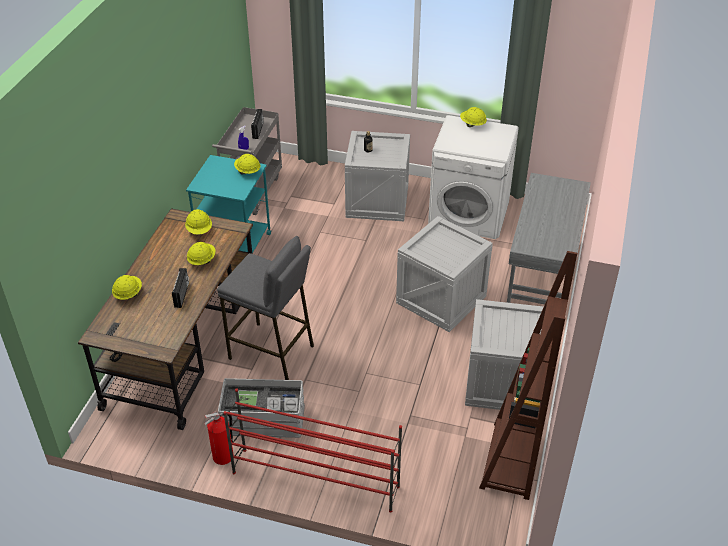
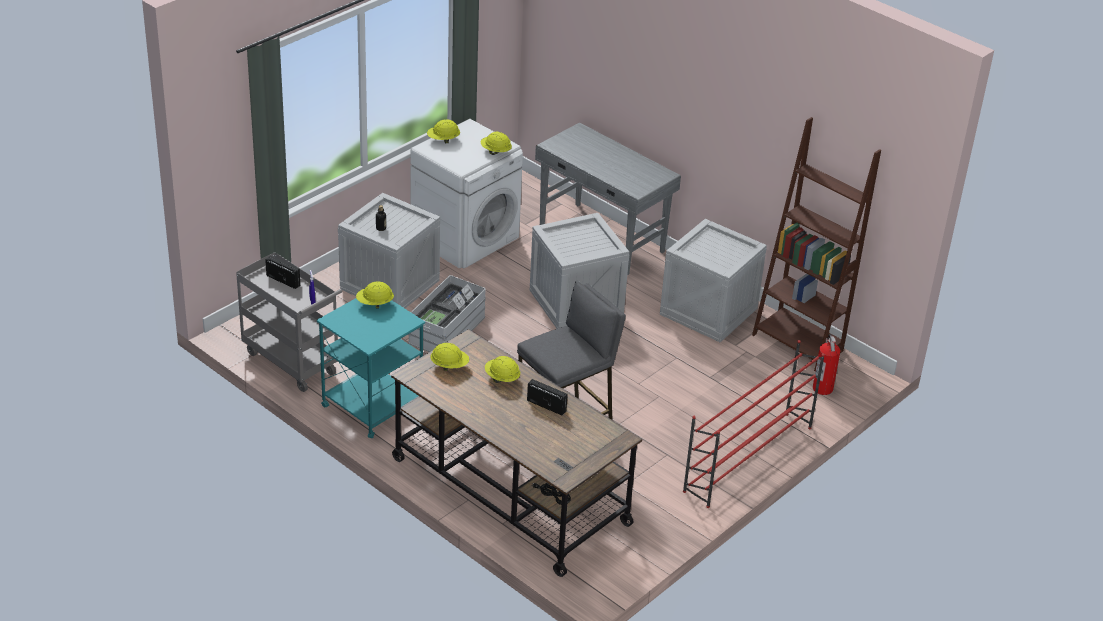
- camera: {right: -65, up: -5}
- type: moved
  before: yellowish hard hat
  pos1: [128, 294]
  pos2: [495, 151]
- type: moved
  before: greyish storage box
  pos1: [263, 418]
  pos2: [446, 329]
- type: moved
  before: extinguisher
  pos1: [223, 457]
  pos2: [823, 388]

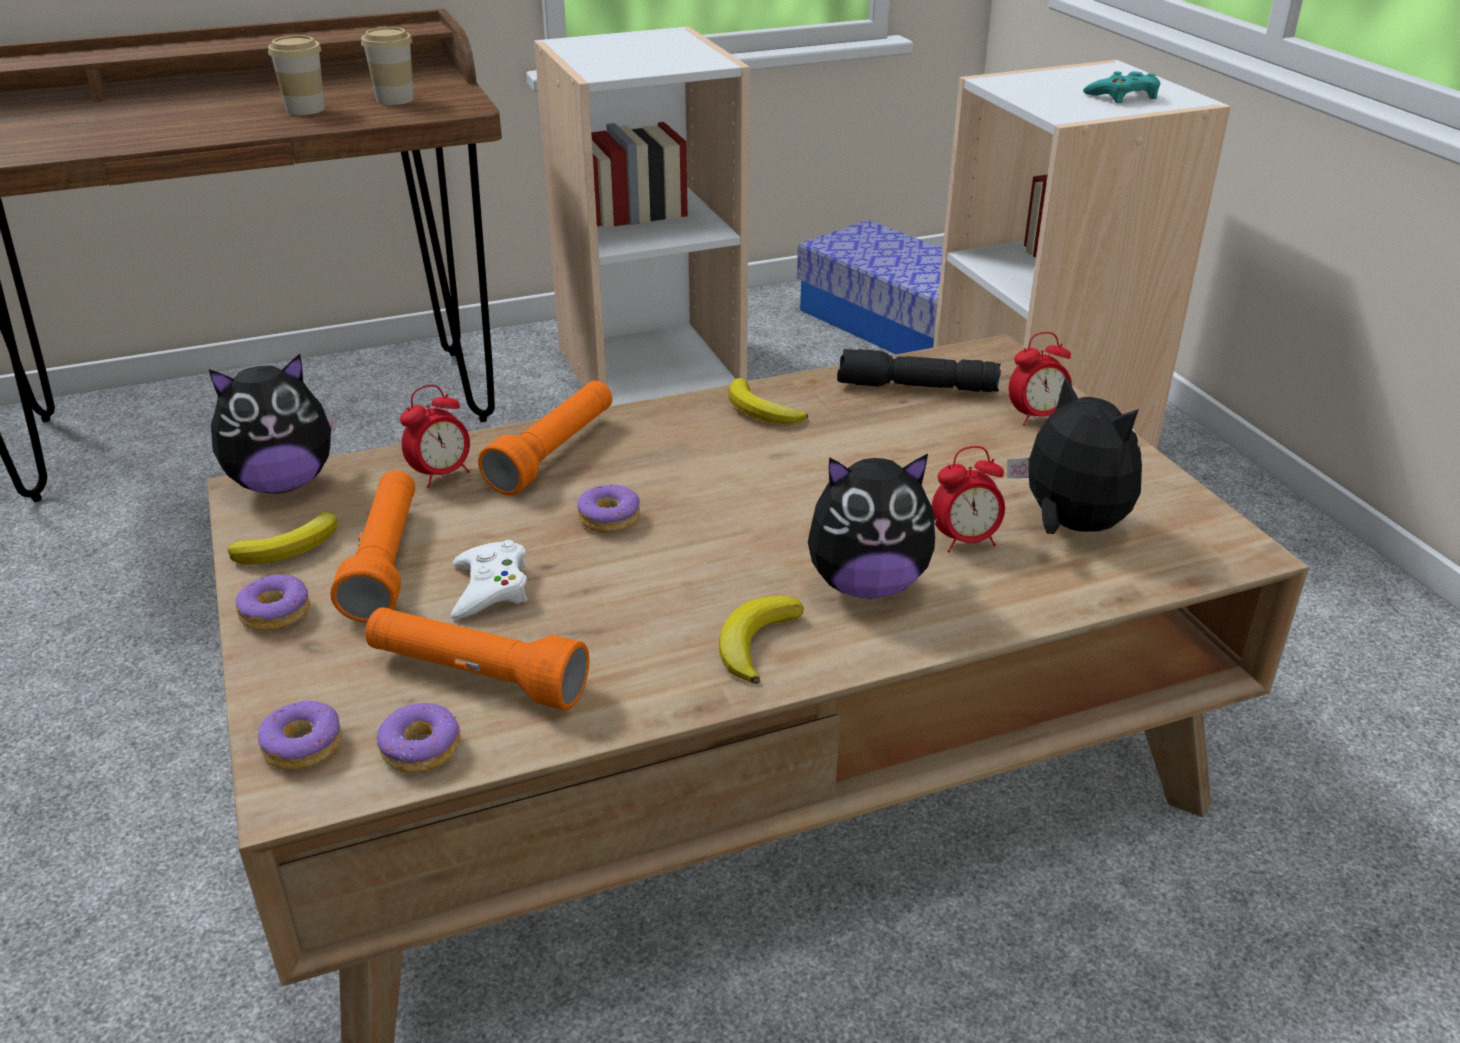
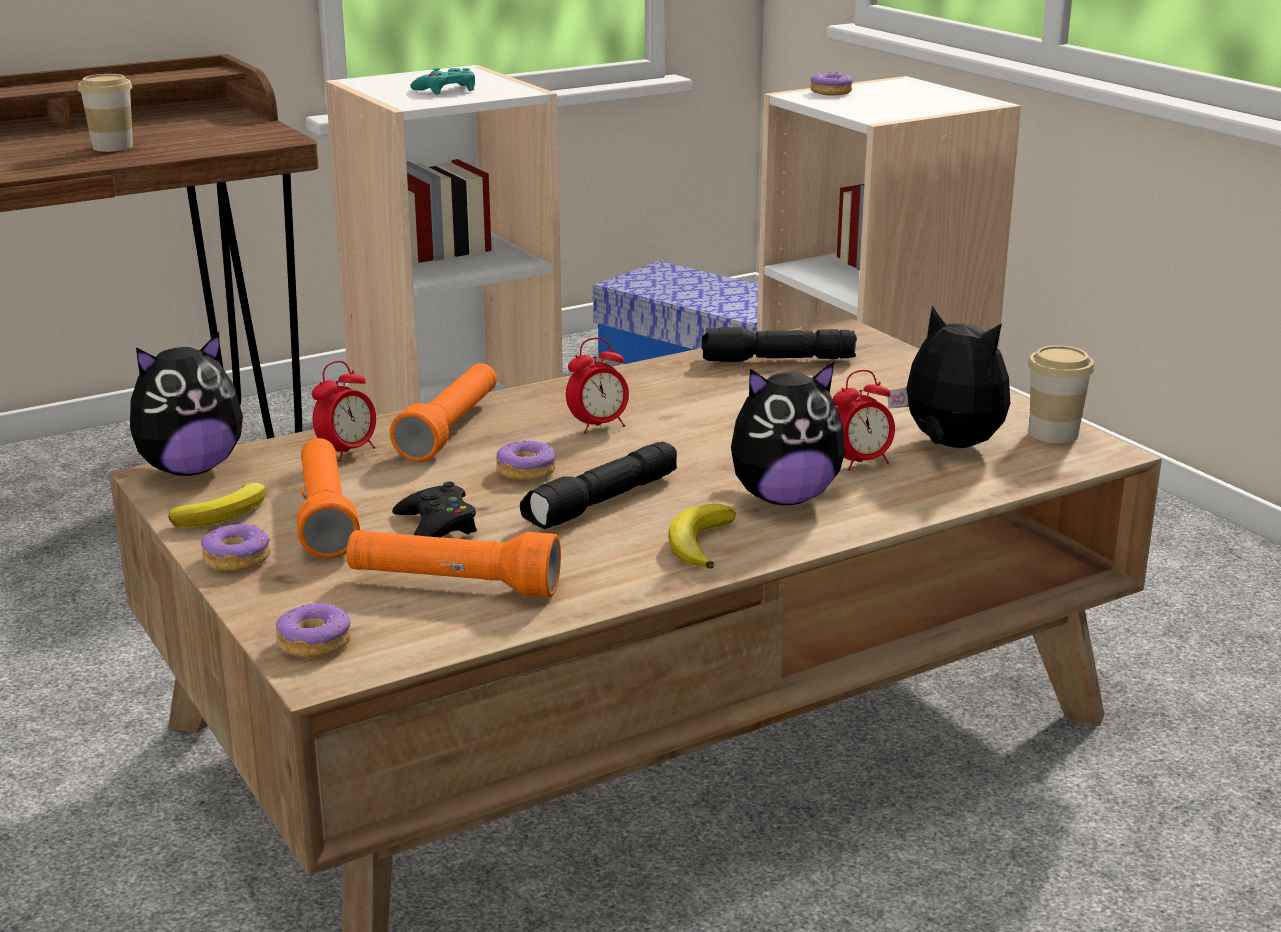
- camera: {right: -10, up: -10}
- type: moved
  before: cup
  pos1: [395, 99]
  pos2: [1053, 434]
- type: moved
  before: turquoise-coloured game controller
  pos1: [1123, 96]
  pos2: [446, 90]
- type: moved
  before: alarm clock
  pos1: [1036, 417]
  pos2: [598, 426]
- type: removed
  before: whole banana
  pos1: [761, 411]
- type: recoloured
  before: white-coloured game controller
  after: blackish game controller
  pos1: [490, 588]
  pos2: [436, 526]
- type: moved
  before: donut
  pos1: [422, 749]
  pos2: [831, 92]
- type: added
  after: blackish hand torch
  pos2: [603, 503]

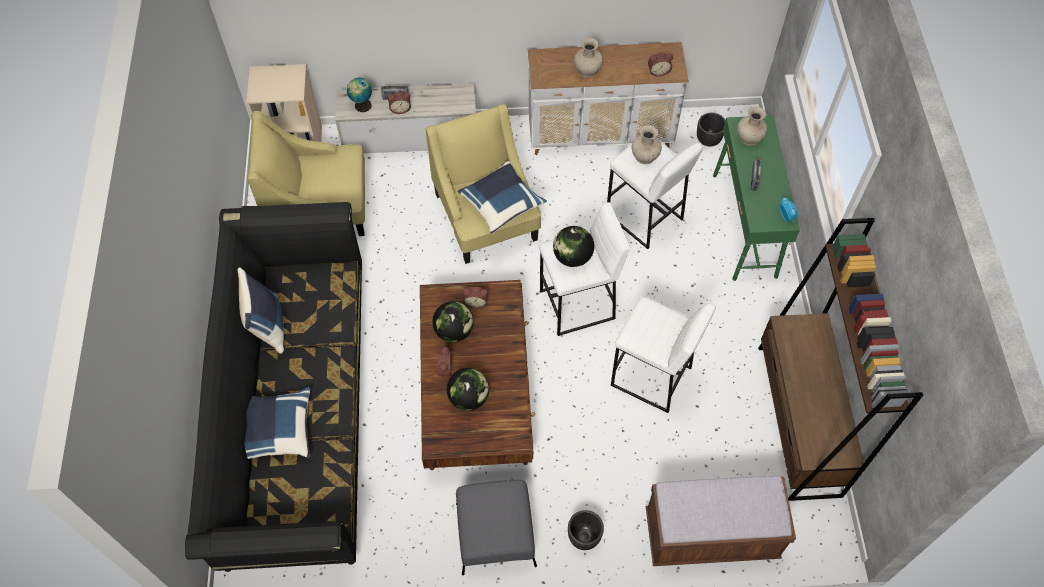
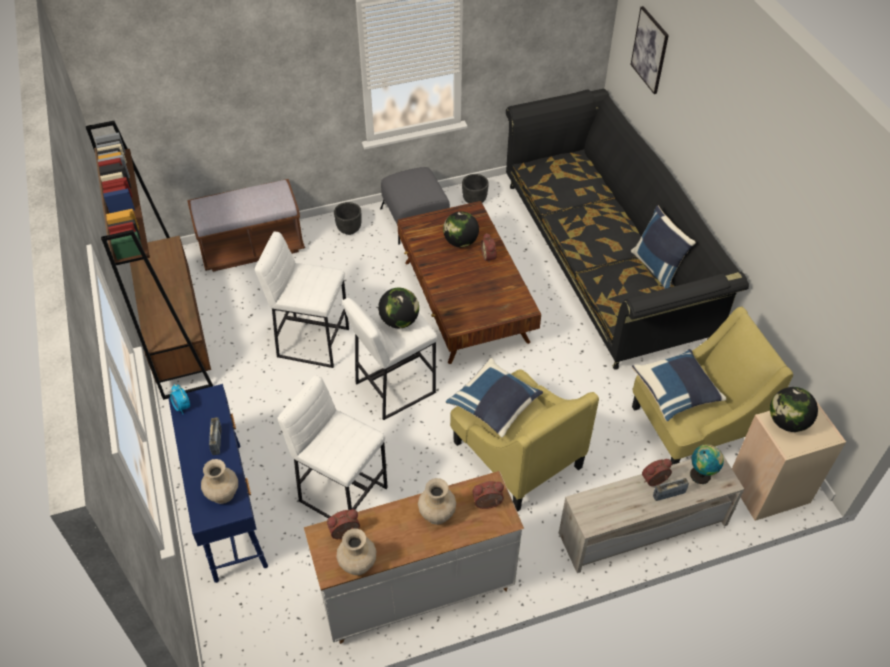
- camera: {right: 165, up: -10}
- type: moved
  before: blackish plant pot
  pos1: [708, 140]
  pos2: [474, 200]
- type: recoloured
  before: green console table
  after: blue console table
  pos1: [743, 225]
  pos2: [229, 510]
- type: moved
  before: sand-coloured flower vase
  pos1: [644, 156]
  pos2: [358, 562]
- type: moved
  before: alarm clock
  pos1: [476, 302]
  pos2: [488, 504]
- type: moved
  before: world globe
  pos1: [454, 331]
  pos2: [787, 422]
- type: moved
  before: blue cushion
  pos1: [277, 430]
  pos2: [676, 392]
- type: added
  after: picture
  pos2: [650, 50]

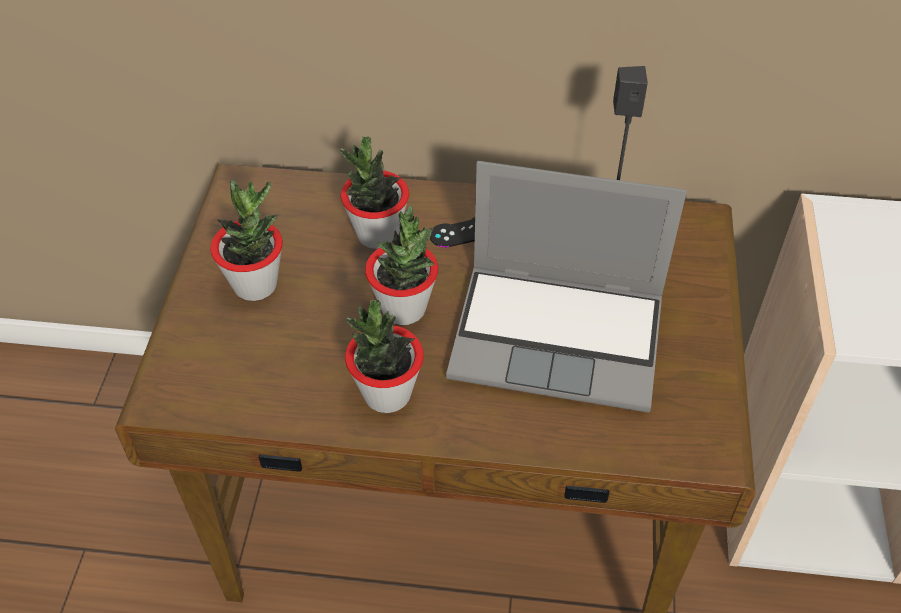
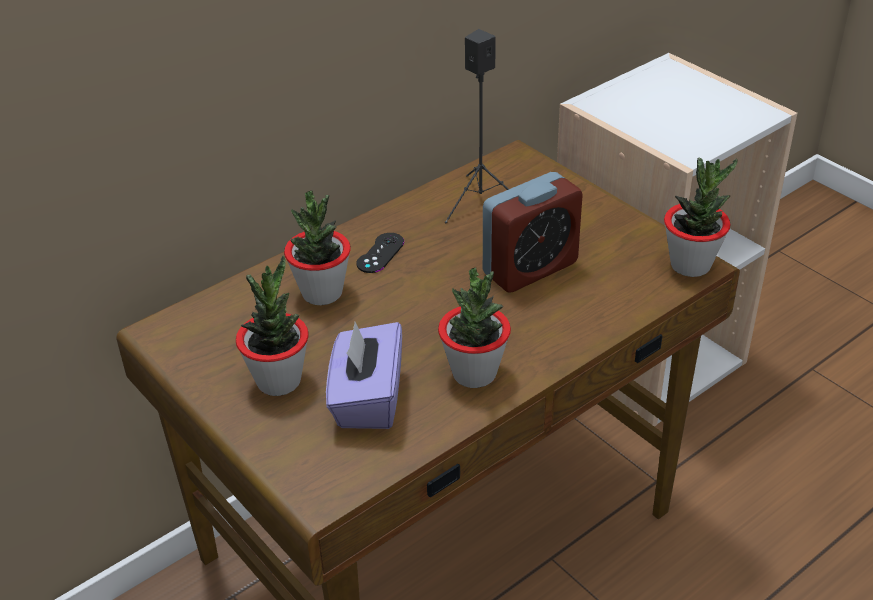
- camera: {right: -45, up: -10}
- type: replaced
  before: portable computer
  after: alarm clock
  pos1: [560, 337]
  pos2: [530, 268]
- type: moved
  before: potted plant
  pos1: [404, 308]
  pos2: [691, 265]
- type: added
  after: purplish tissue box
  pos2: [367, 399]

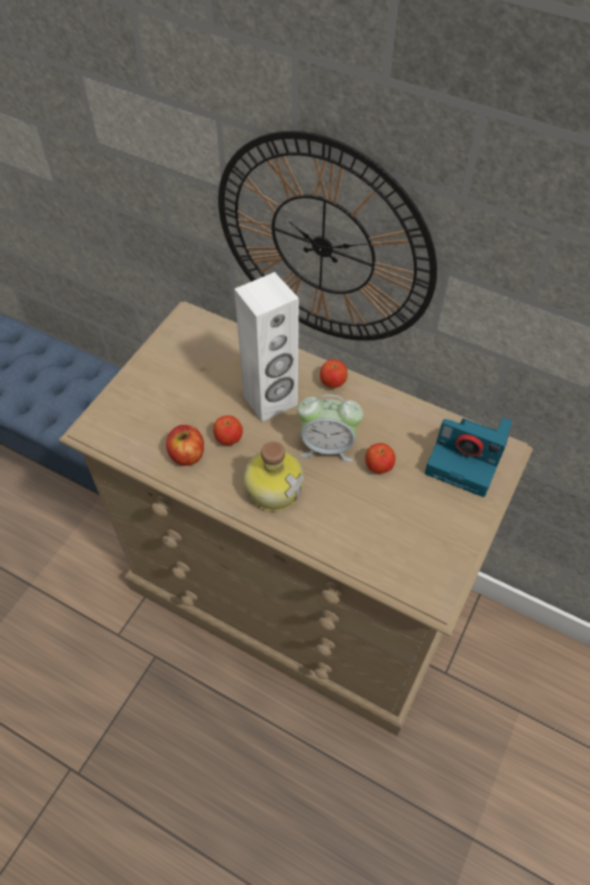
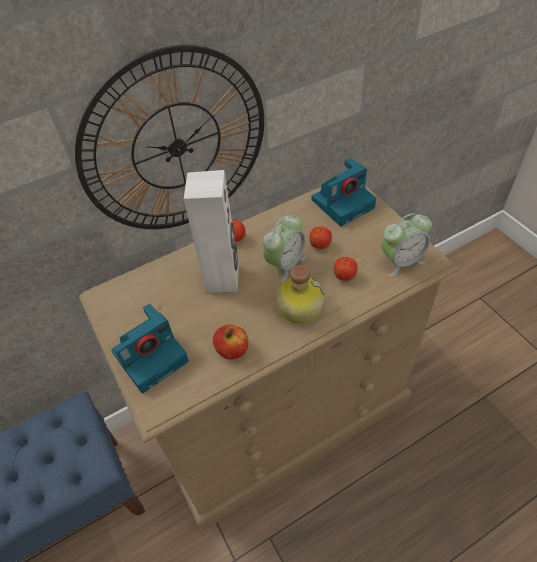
- camera: {right: -55, up: -5}
- type: moved
  before: apple
  pos1: [229, 439]
  pos2: [344, 276]
- type: added
  after: alarm clock
  pos2: [401, 261]
- type: added
  after: still camera
  pos2: [151, 355]

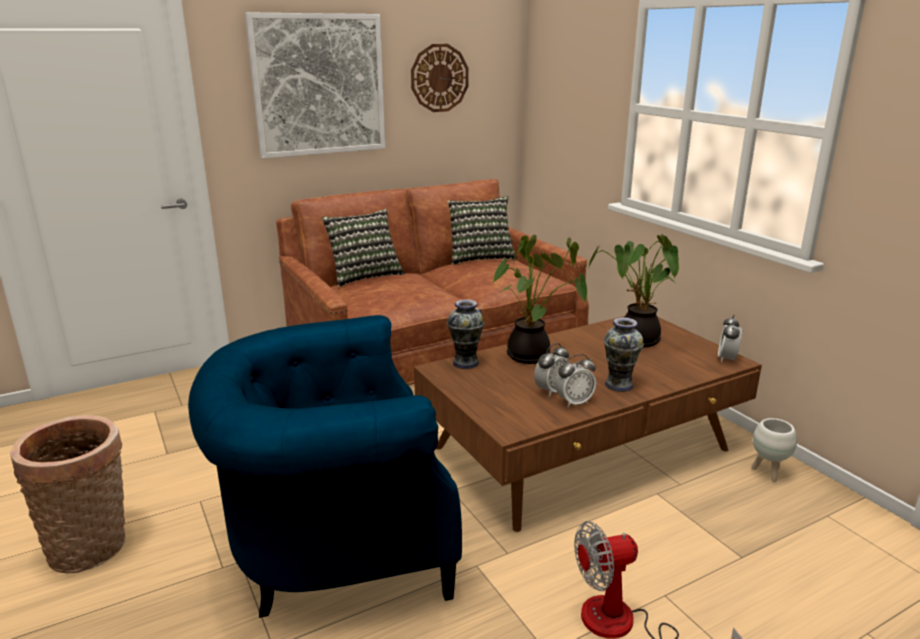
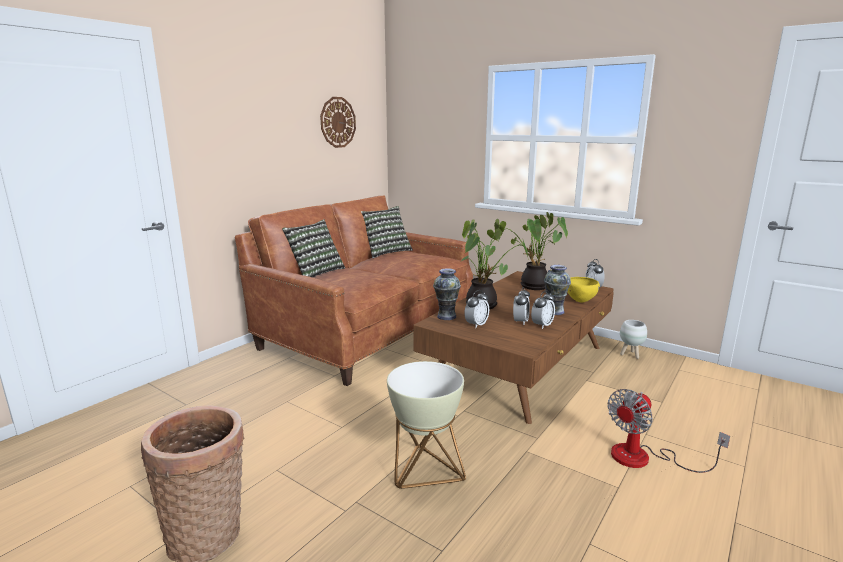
- camera: {right: -25, up: -5}
- type: removed
  before: picture
  pos1: [319, 85]
- type: replaced
  before: blue easy chair
  after: plant pot
  pos1: [337, 551]
  pos2: [424, 471]
- type: added
  after: yellowish serving bowl
  pos2: [580, 301]
- type: added
  after: alarm clock
  pos2: [476, 325]

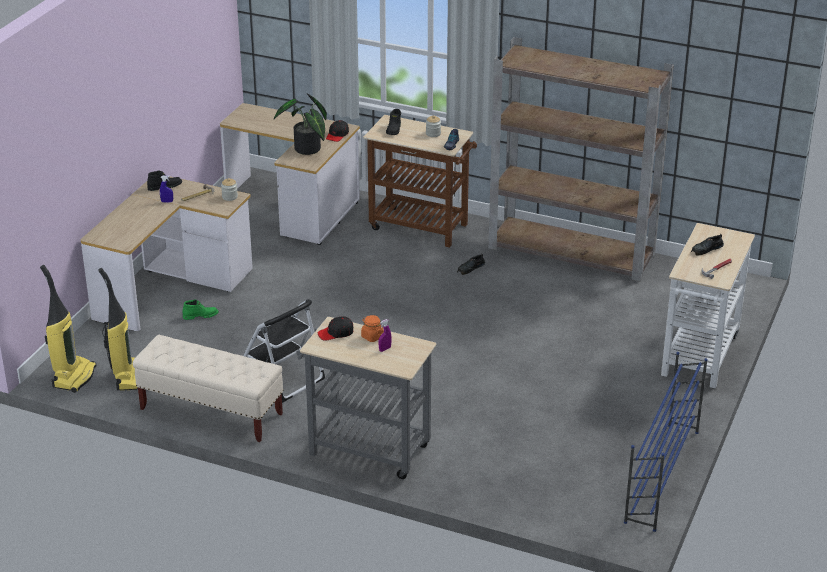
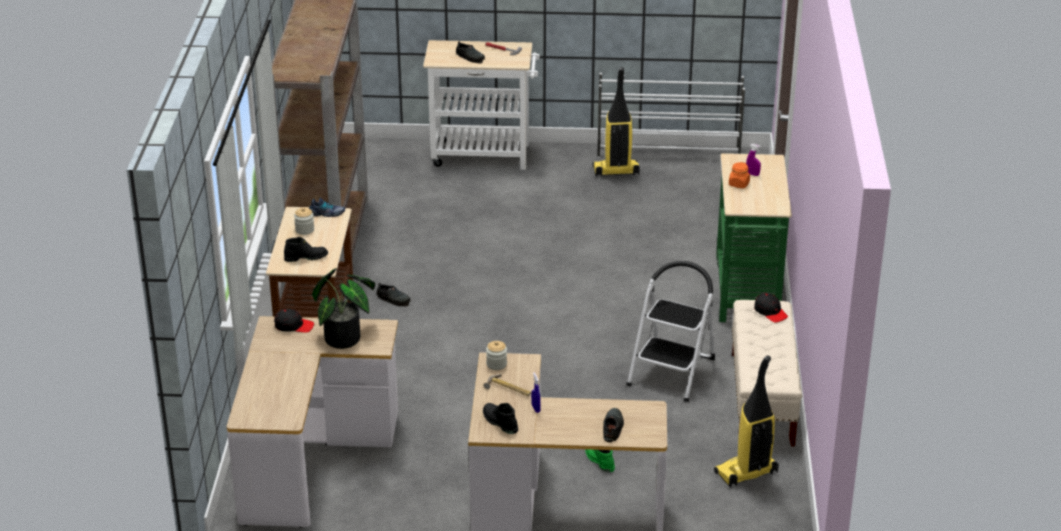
- camera: {right: -110, up: 0}
- type: moved
  before: vacuum
  pos1: [73, 376]
  pos2: [615, 171]
- type: moved
  before: blackish baseball cap
  pos1: [336, 333]
  pos2: [770, 312]
- type: recoloured
  before: greyish cart
  after: green cart
  pos1: [367, 450]
  pos2: [747, 294]
- type: recoloured
  before: blue shoe stand
  after: white-coloured shoe stand
  pos1: [661, 476]
  pos2: [669, 153]
- type: added
  after: blackish item of footwear
  pos2: [612, 427]

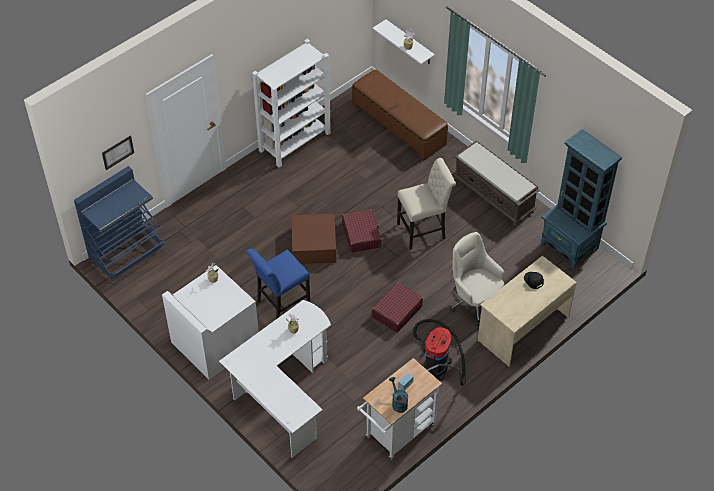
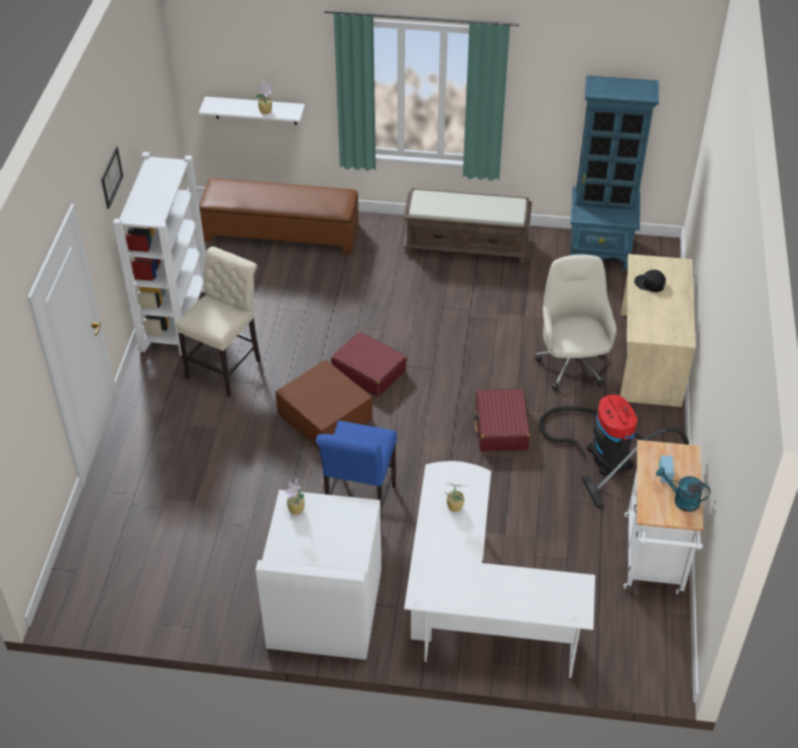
- camera: {right: -40, up: -5}
- type: moved
  before: picture
  pos1: [117, 152]
  pos2: [111, 177]
- type: moved
  before: sand-coloured stool seat
  pos1: [424, 231]
  pos2: [227, 367]
- type: removed
  before: blue shoe stand
  pos1: [128, 256]
- type: turned
  before: sand-coloured office chair
  pos1: [473, 303]
  pos2: [571, 365]
  turn: 75

